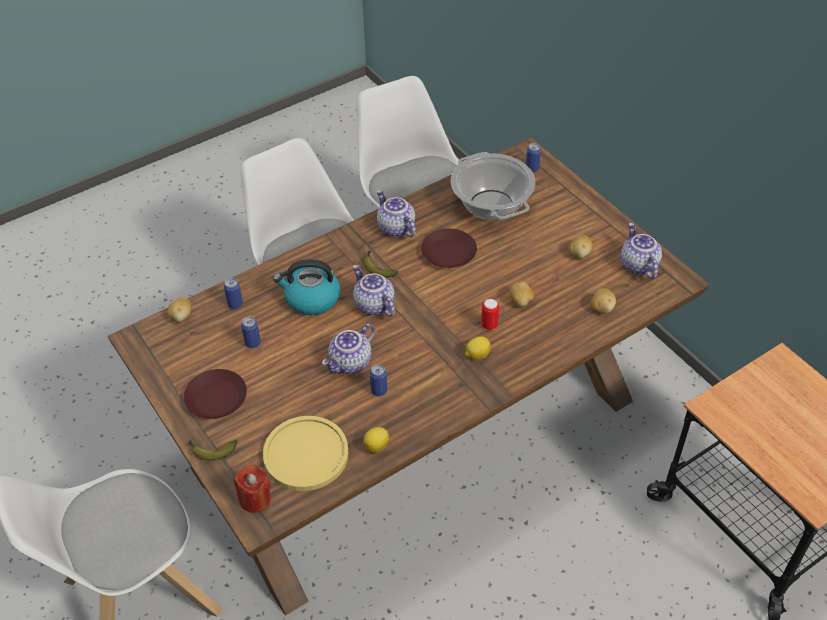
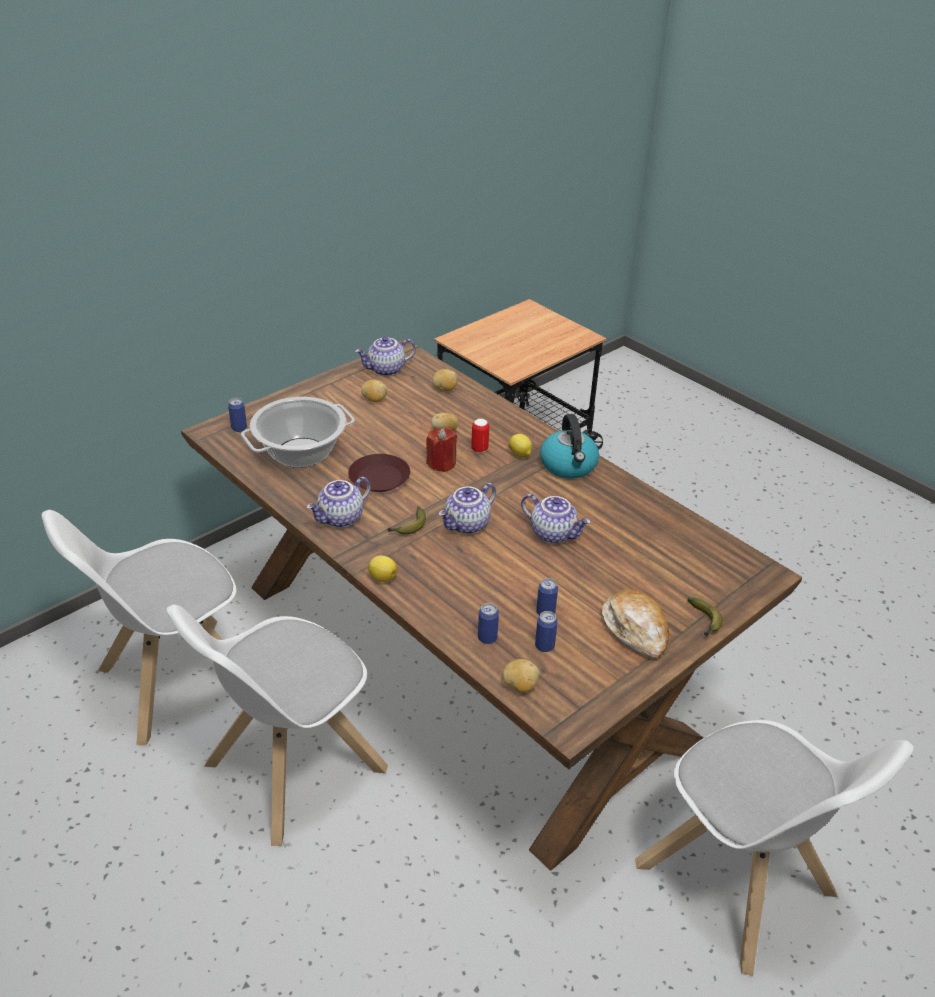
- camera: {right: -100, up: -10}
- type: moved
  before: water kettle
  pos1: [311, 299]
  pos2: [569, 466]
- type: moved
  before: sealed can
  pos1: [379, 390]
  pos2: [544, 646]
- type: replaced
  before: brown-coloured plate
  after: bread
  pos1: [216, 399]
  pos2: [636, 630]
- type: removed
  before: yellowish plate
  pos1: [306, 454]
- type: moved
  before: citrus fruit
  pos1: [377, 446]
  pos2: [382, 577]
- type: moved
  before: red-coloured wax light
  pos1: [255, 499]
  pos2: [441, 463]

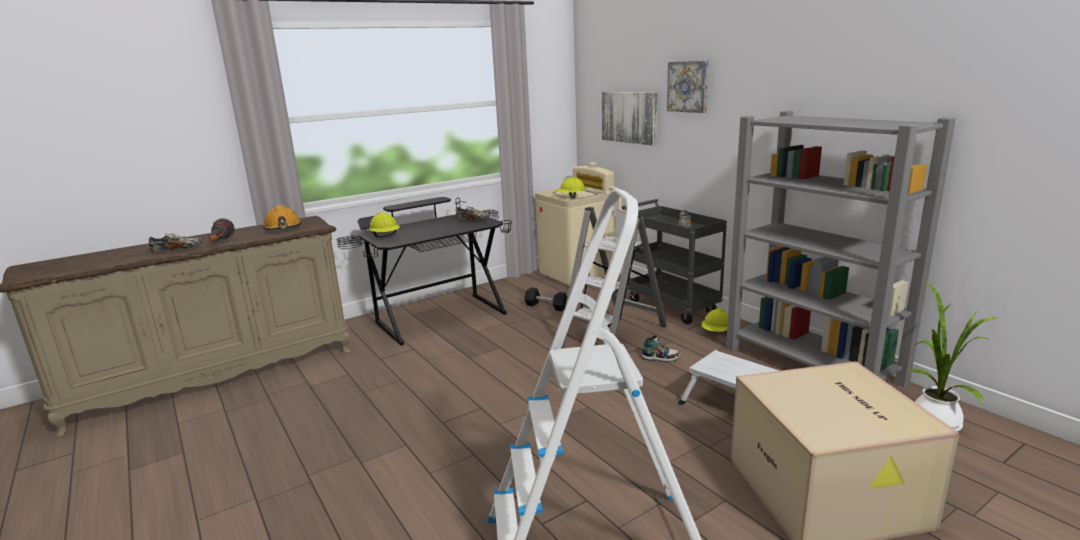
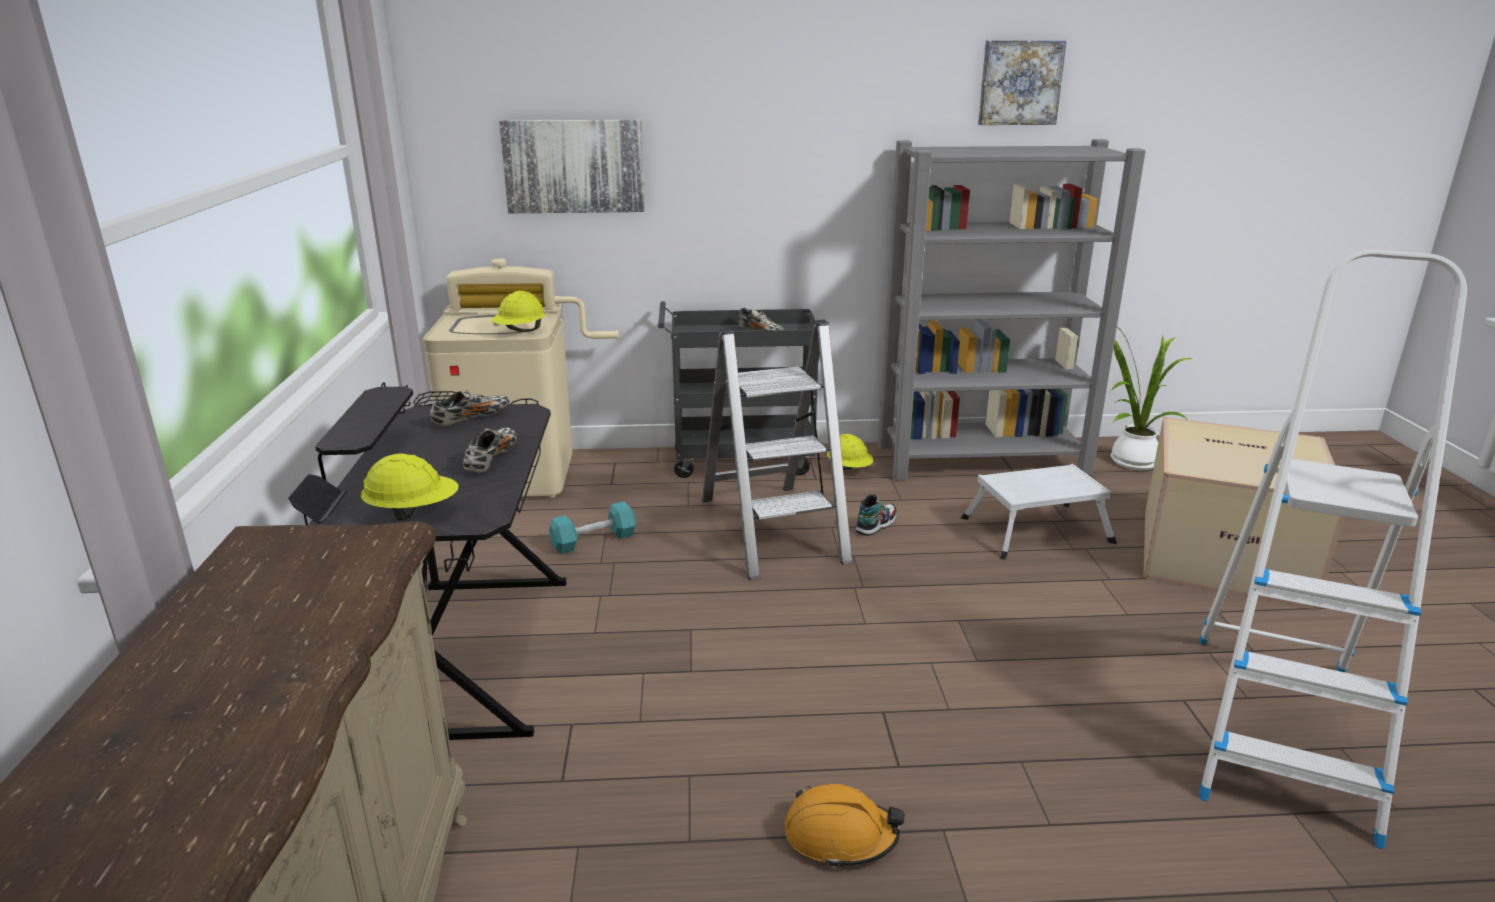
- camera: {right: -60, up: 5}
- type: moved
  before: picture
  pos1: [689, 86]
  pos2: [1019, 82]
- type: moved
  before: orangey hard hat
  pos1: [283, 228]
  pos2: [840, 836]
- type: removed
  before: hand torch
  pos1: [220, 243]
- type: moved
  before: item of footwear
  pos1: [177, 250]
  pos2: [491, 459]
- type: recoloured
  before: blackish free weight
  after: turquoise-coloured free weight
  pos1: [546, 306]
  pos2: [594, 540]

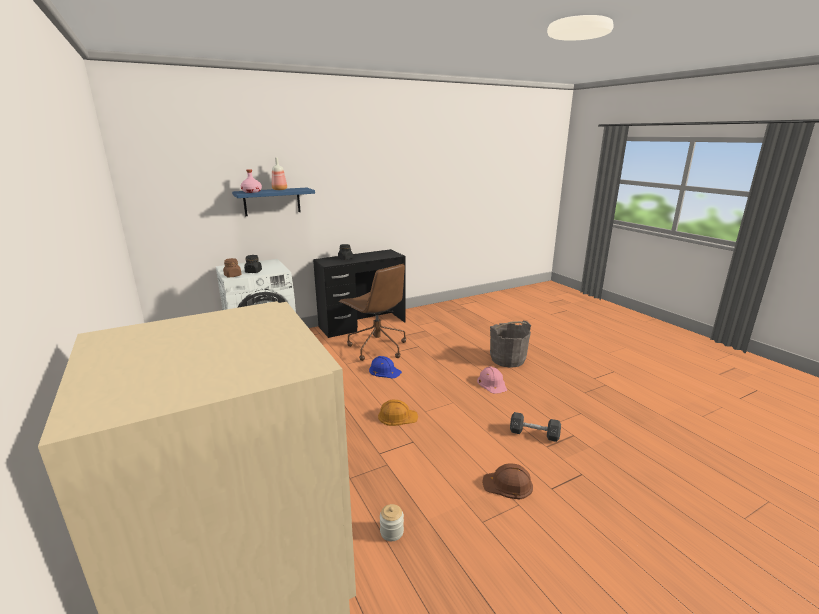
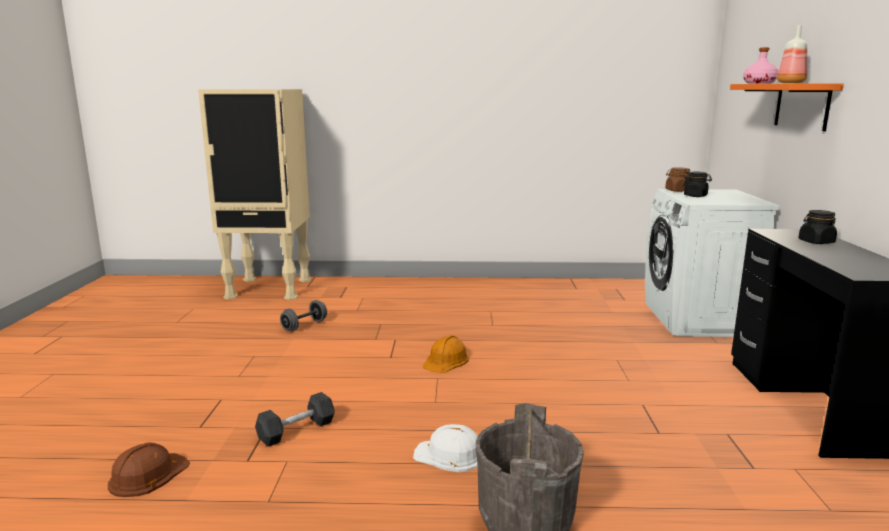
- camera: {right: 120, up: -5}
- type: recoloured
  before: blue shelf
  after: orangey shelf
  pos1: [272, 201]
  pos2: [802, 106]
- type: removed
  before: brown-coloured office chair
  pos1: [375, 347]
- type: removed
  before: blue hard hat
  pos1: [384, 371]
- type: recoloured
  before: pink hard hat
  after: white-coloured hard hat
  pos1: [492, 383]
  pos2: [450, 455]
- type: moved
  before: brown-coloured hard hat
  pos1: [508, 484]
  pos2: [148, 475]
- type: replaced
  before: storage jar
  after: greyish free weight
  pos1: [391, 532]
  pos2: [304, 326]

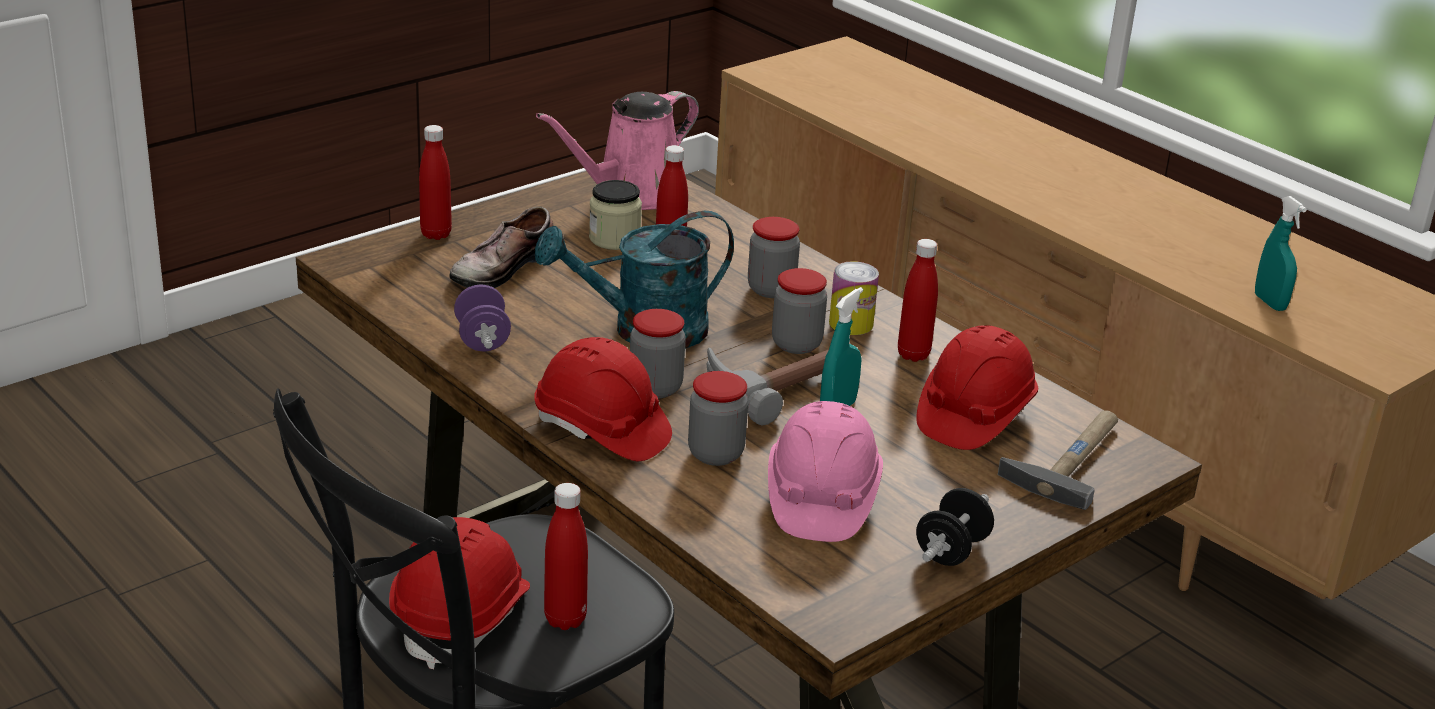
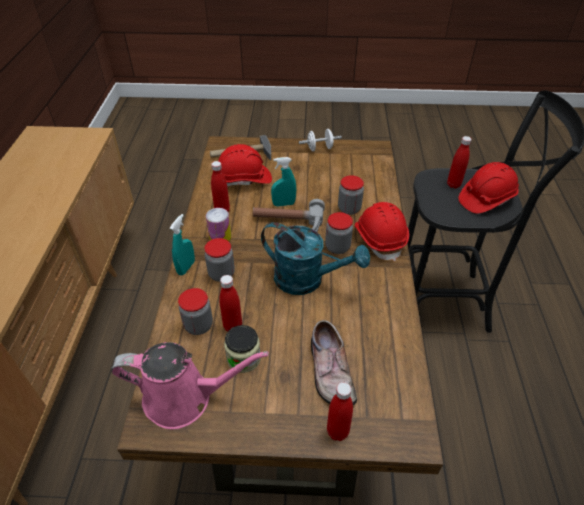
- camera: {right: -135, up: 15}
- type: moved
  before: turquoise-coloured sprayer
  pos1: [1270, 303]
  pos2: [186, 267]
- type: turned
  before: item of footwear
  pos1: [499, 267]
  pos2: [329, 371]
  turn: 90
- type: moved
  before: storage jar
  pos1: [796, 344]
  pos2: [198, 325]
- type: removed
  before: purplish free weight
  pos1: [482, 340]
- type: removed
  before: pink hard hat
  pos1: [820, 499]
- type: recoloured
  before: blackish free weight
  after: white-coloured free weight
  pos1: [951, 550]
  pos2: [320, 148]

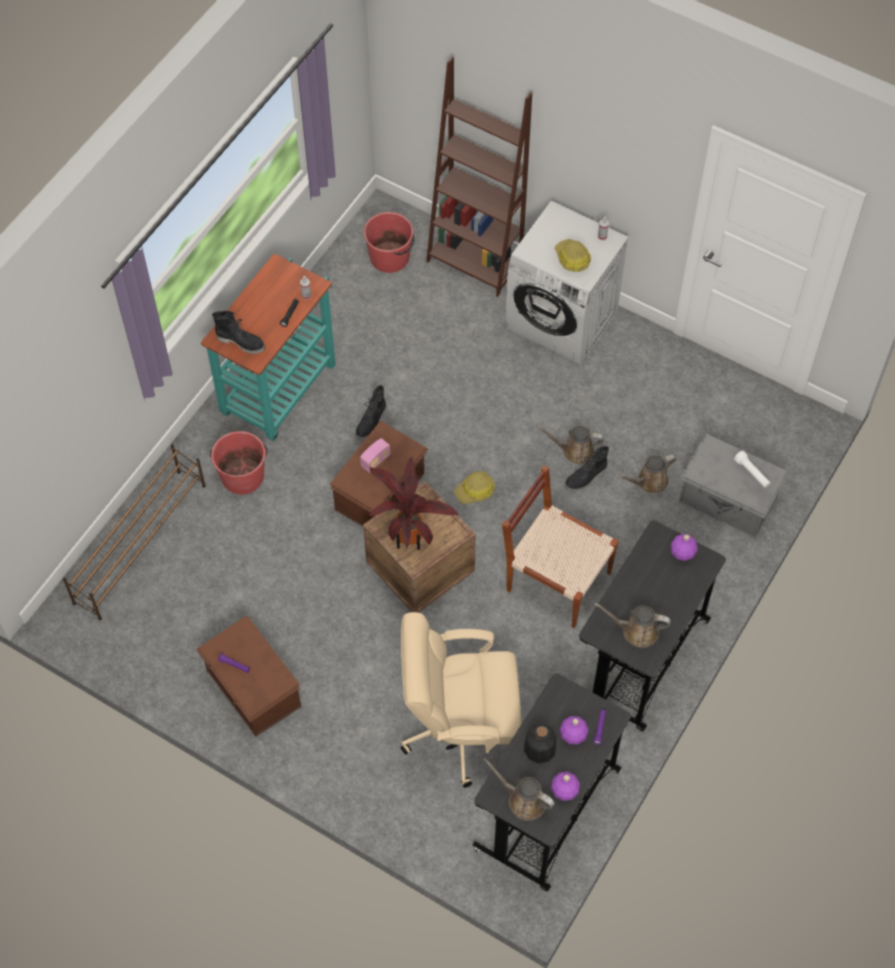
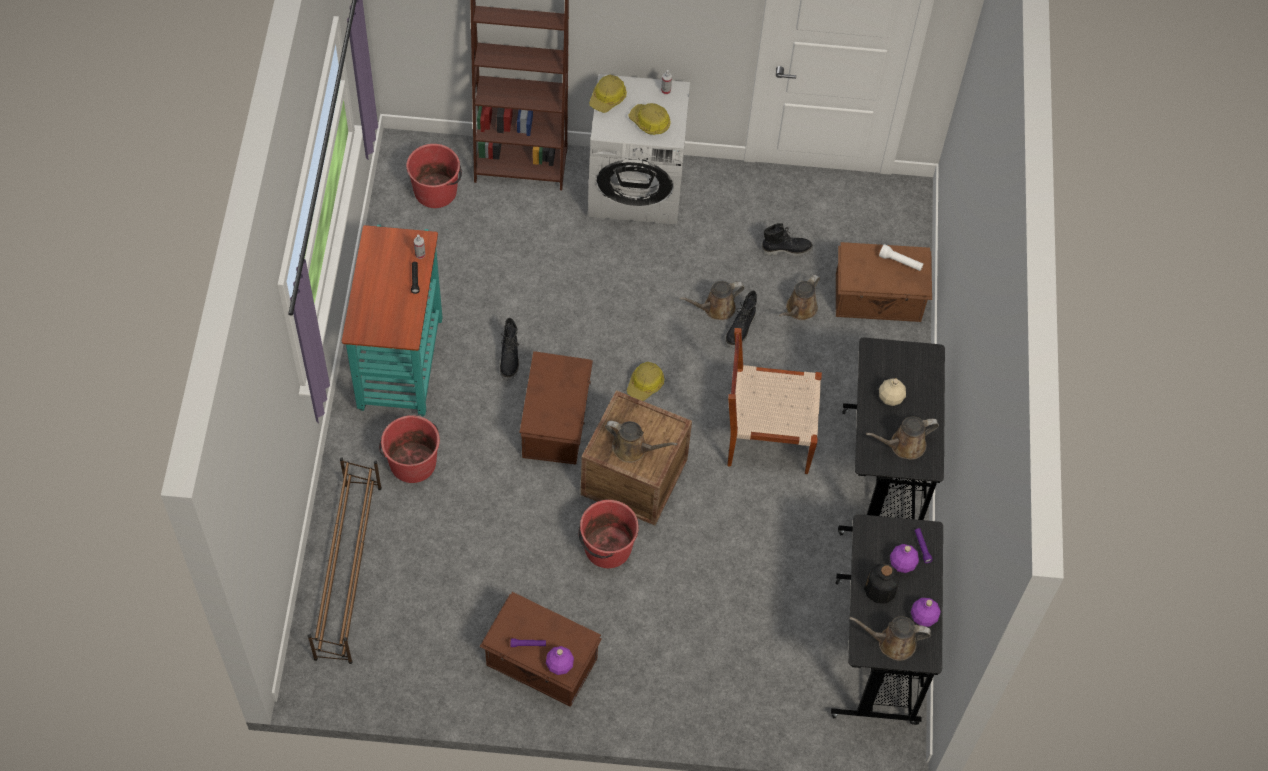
- camera: {right: -30, up: 0}
- type: moved
  before: blackish tall boot
  pos1: [241, 342]
  pos2: [786, 249]
- type: recoloured
  before: greyish storage box
  after: brown-coloured storage box
  pos1: [727, 501]
  pos2: [878, 298]
- type: removed
  before: radio set
  pos1: [375, 461]
- type: replaced
  before: potted plant
  after: brown-coloured watering pot
  pos1: [411, 537]
  pos2: [633, 448]
- type: moved
  before: purplish drink bottle
  pos1: [682, 552]
  pos2: [559, 665]
- type: removed
  before: sand-coloured office chair
  pos1: [461, 728]
- type: added
  after: hard hat
  pos2: [608, 98]
- type: added
  after: sand-coloured drink bottle
  pos2: [891, 398]
- type: added
  after: red-coloured pail
  pos2: [607, 547]

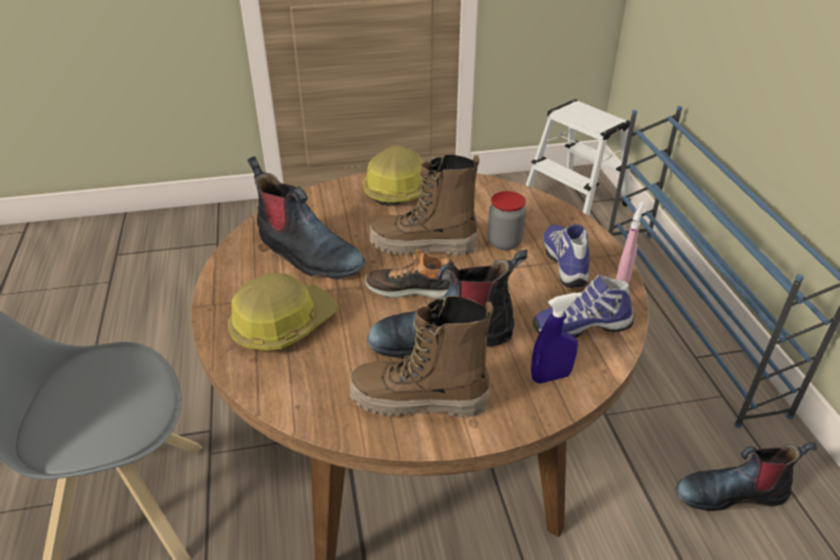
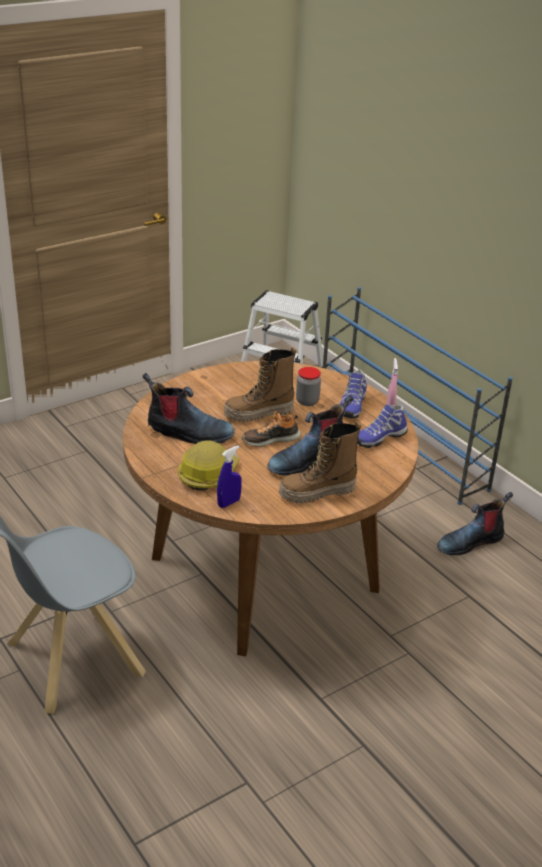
- camera: {right: -25, up: -5}
- type: removed
  before: hard hat
  pos1: [399, 188]
- type: turned
  before: item of footwear
  pos1: [566, 263]
  pos2: [351, 406]
  turn: -135
- type: moved
  before: blue sprayer
  pos1: [551, 377]
  pos2: [229, 503]

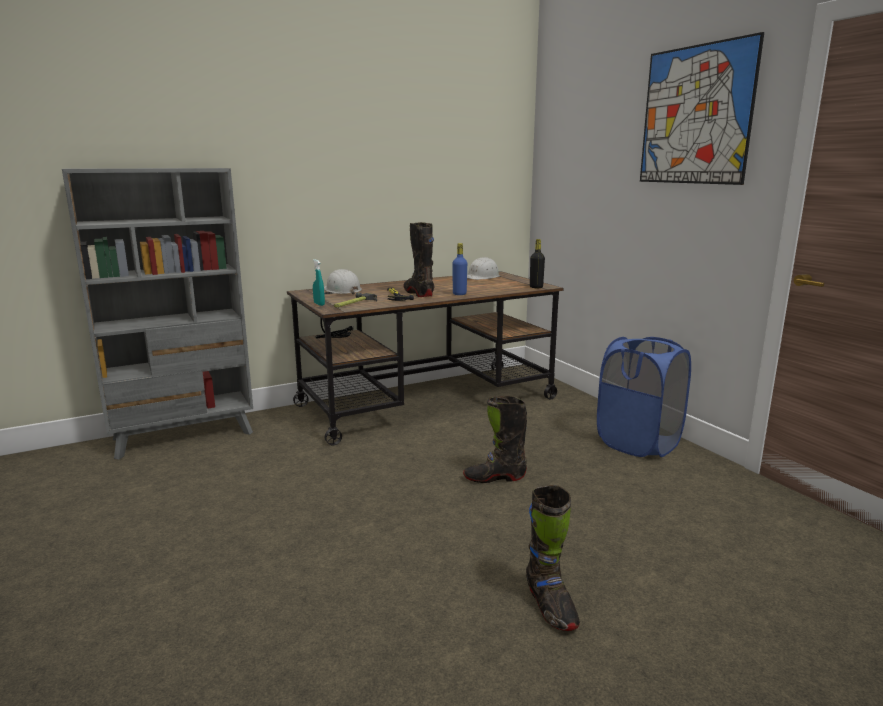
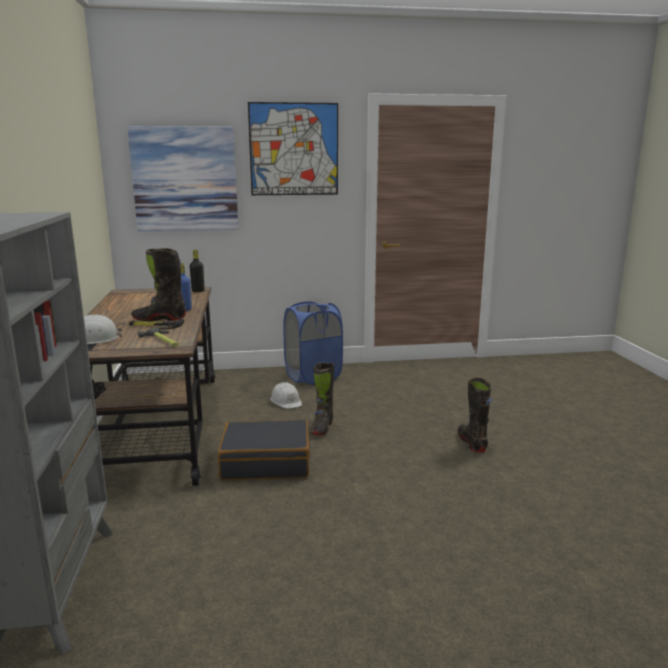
- camera: {right: -70, up: 0}
- type: moved
  before: white-coloured hard hat
  pos1: [482, 277]
  pos2: [286, 401]
- type: removed
  before: turquoise-coloured sprayer
  pos1: [319, 304]
- type: turned
  before: blackish tall boot
  pos1: [550, 606]
  pos2: [472, 443]
  turn: -105
- type: added
  after: picture
  pos2: [185, 179]
- type: added
  after: blackish piece of luggage
  pos2: [266, 462]

